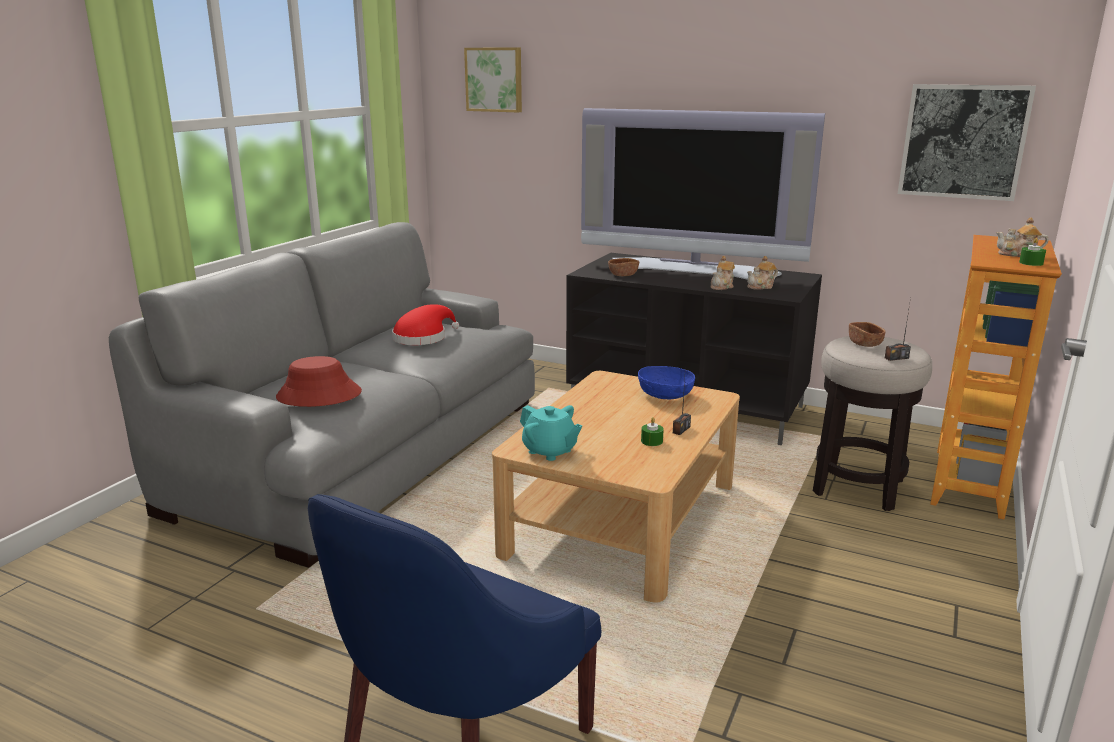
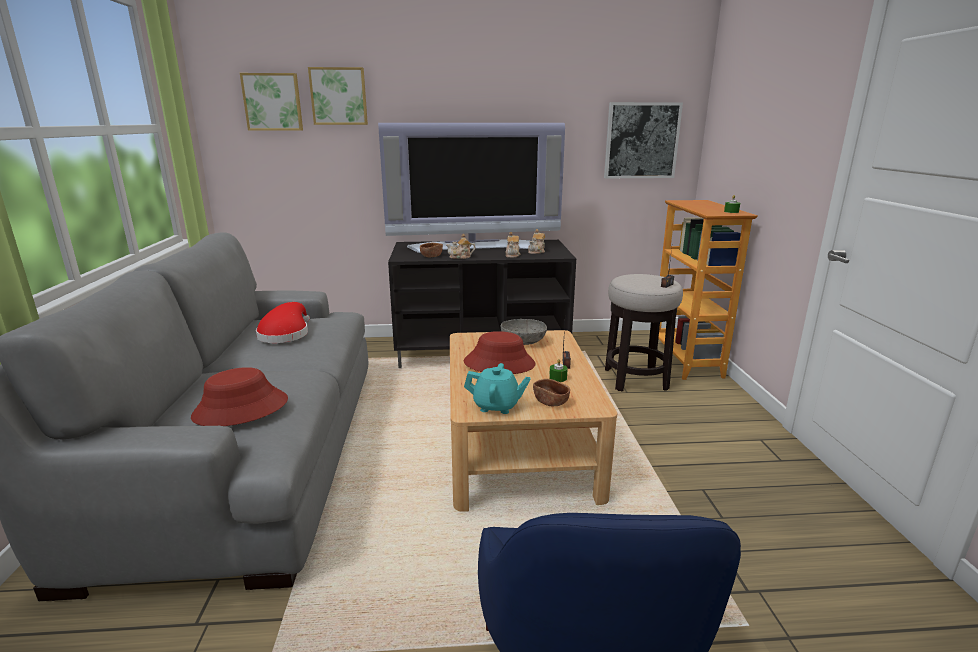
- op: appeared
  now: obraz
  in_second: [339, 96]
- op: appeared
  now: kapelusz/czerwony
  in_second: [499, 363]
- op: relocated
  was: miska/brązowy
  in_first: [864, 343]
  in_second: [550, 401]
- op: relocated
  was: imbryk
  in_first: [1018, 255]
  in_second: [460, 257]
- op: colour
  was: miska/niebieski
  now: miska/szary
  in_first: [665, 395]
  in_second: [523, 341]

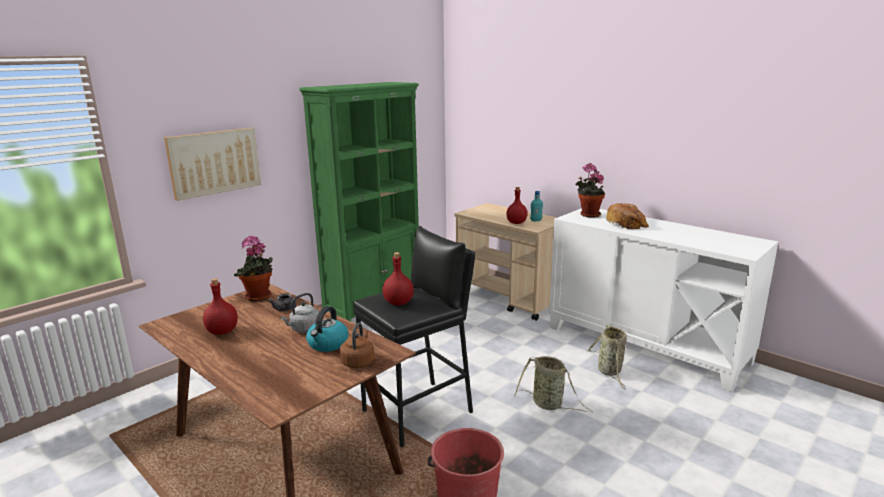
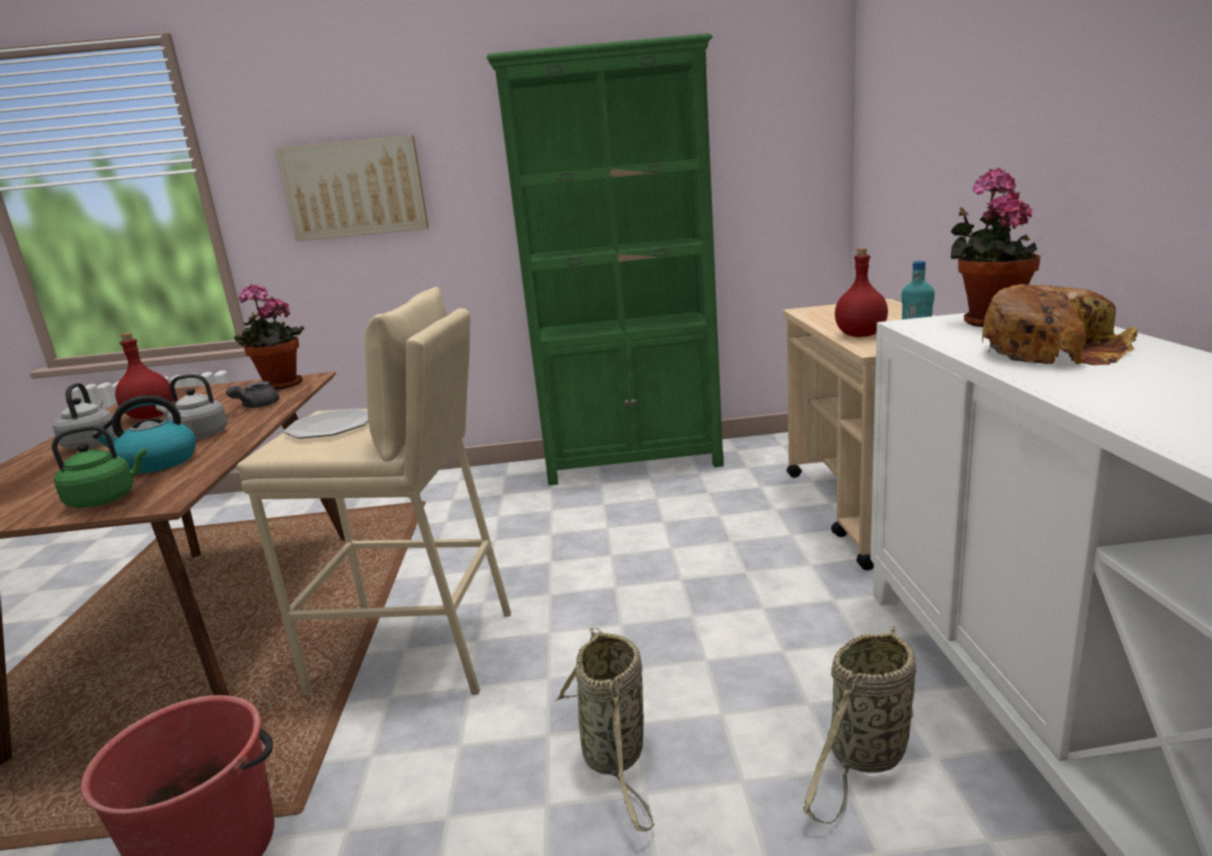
- op: appeared
  now: czajnik/szary
  in_second: [92, 443]
- op: exchanged
  was: butelka/czerwony
  now: talerz
  in_first: [398, 303]
  in_second: [330, 426]
- op: colour
  was: czajnik/brązowy
  now: czajnik/zielony
  in_first: [358, 361]
  in_second: [106, 499]
- op: colour
  was: stołek/czarny
  now: stołek/beżowy
  in_first: [418, 412]
  in_second: [415, 651]

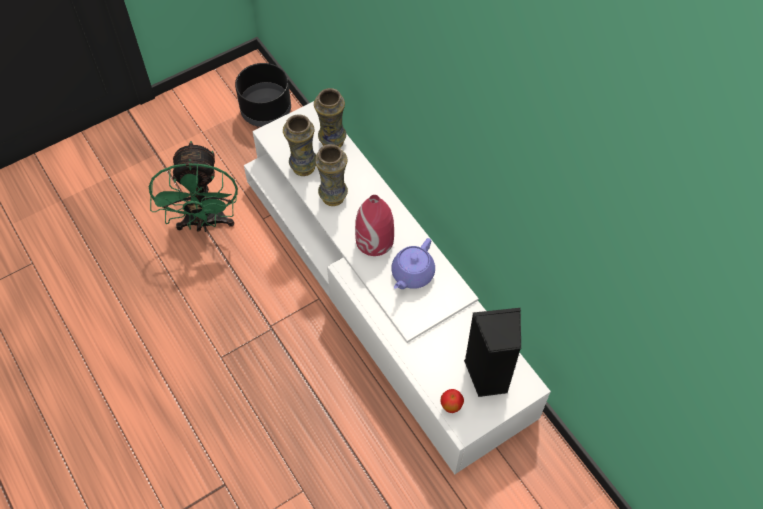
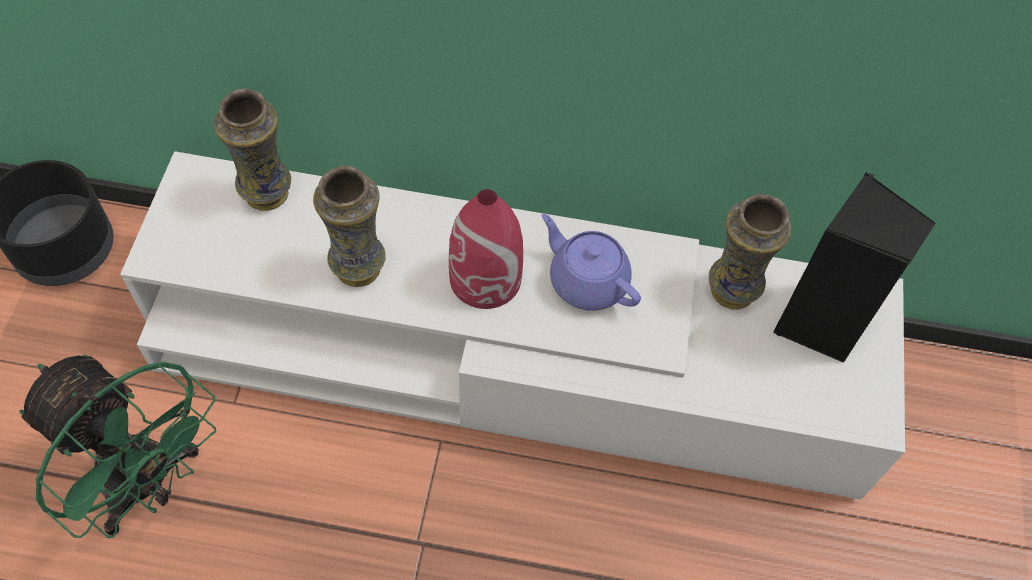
- op: missing
  was: jabłko
  in_first: [451, 406]
- op: relocated
  was: wazon
  in_first: [303, 167]
  in_second: [731, 291]
- op: spun
  was: imbryk/fioletowy
  in_first: [412, 274]
  in_second: [586, 281]
  clockwise: 150

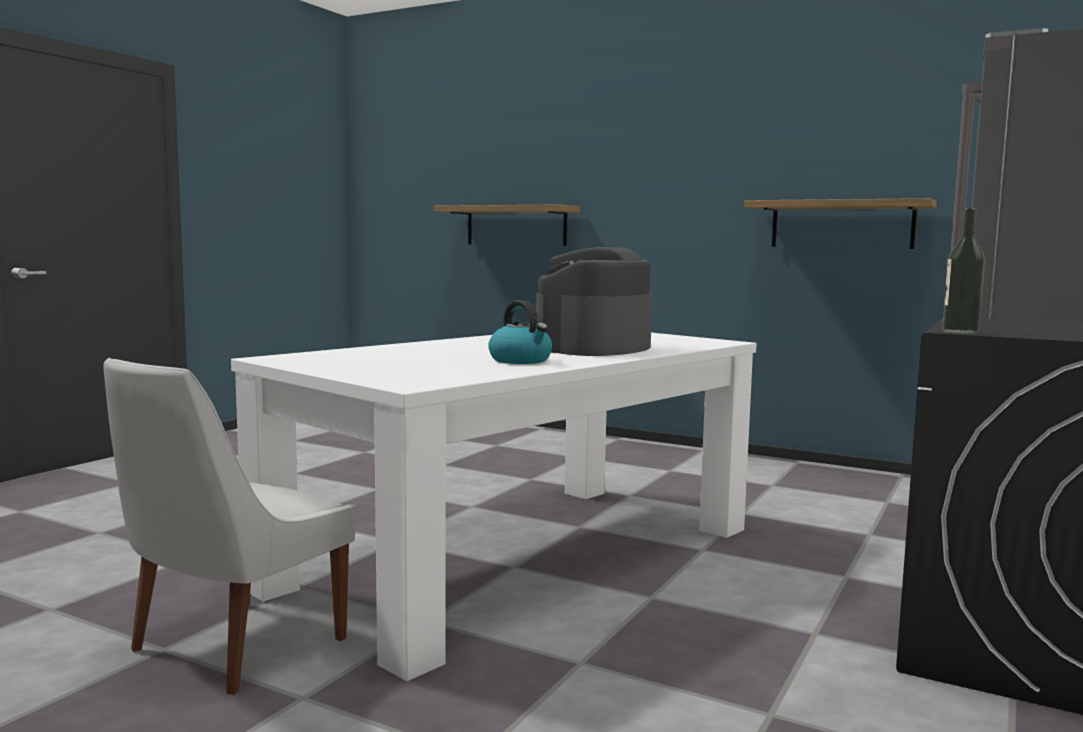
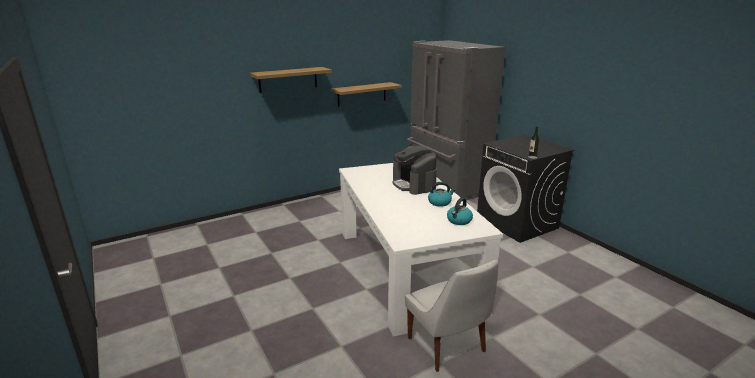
- op: appeared
  now: czajnik
  in_second: [459, 221]
- op: relocated
  was: półka
  in_first: [516, 226]
  in_second: [288, 79]

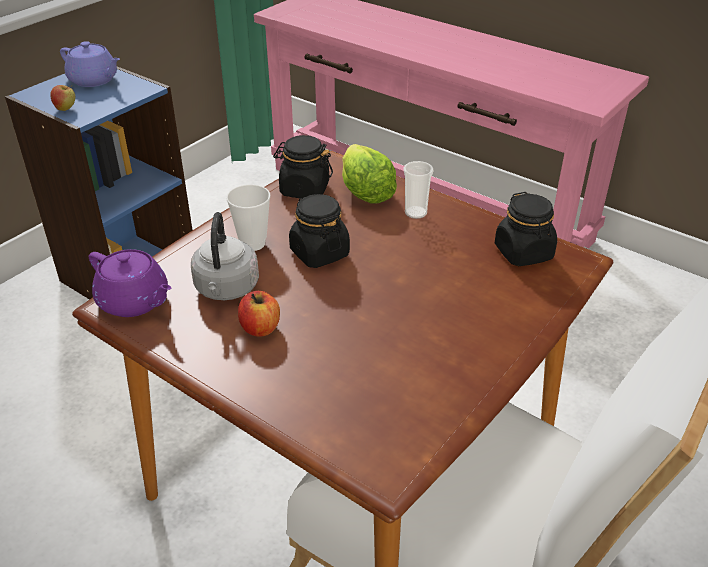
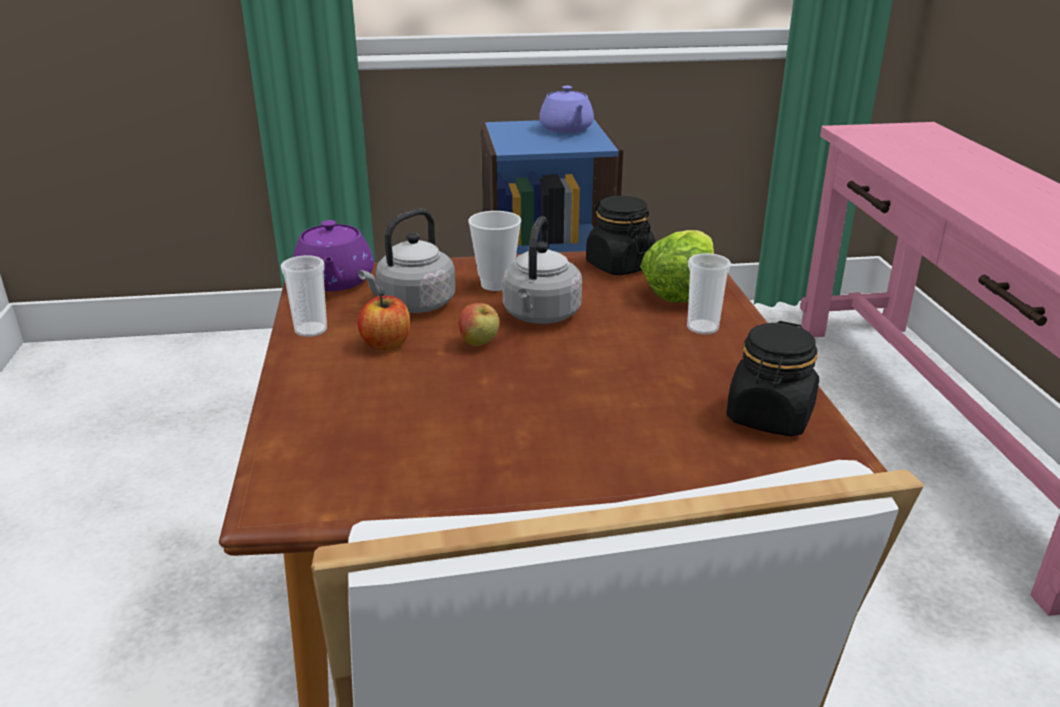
- op: appeared
  now: filiżanka
  in_second: [311, 330]
- op: relocated
  was: jabłko
  in_first: [66, 109]
  in_second: [479, 344]
- op: exchanged
  was: słoik/czarny
  now: czajnik/szary
  in_first: [319, 253]
  in_second: [540, 316]

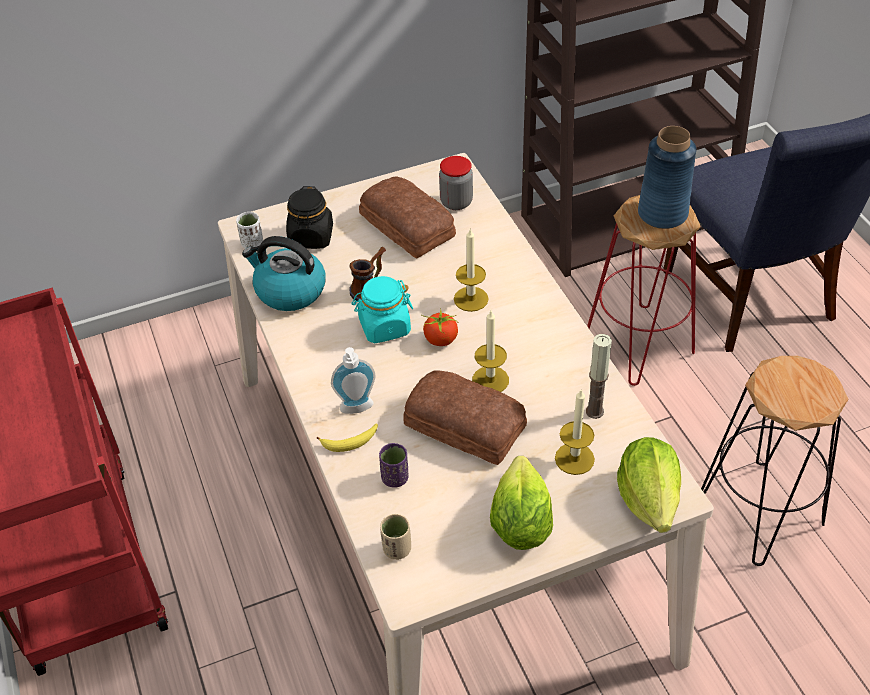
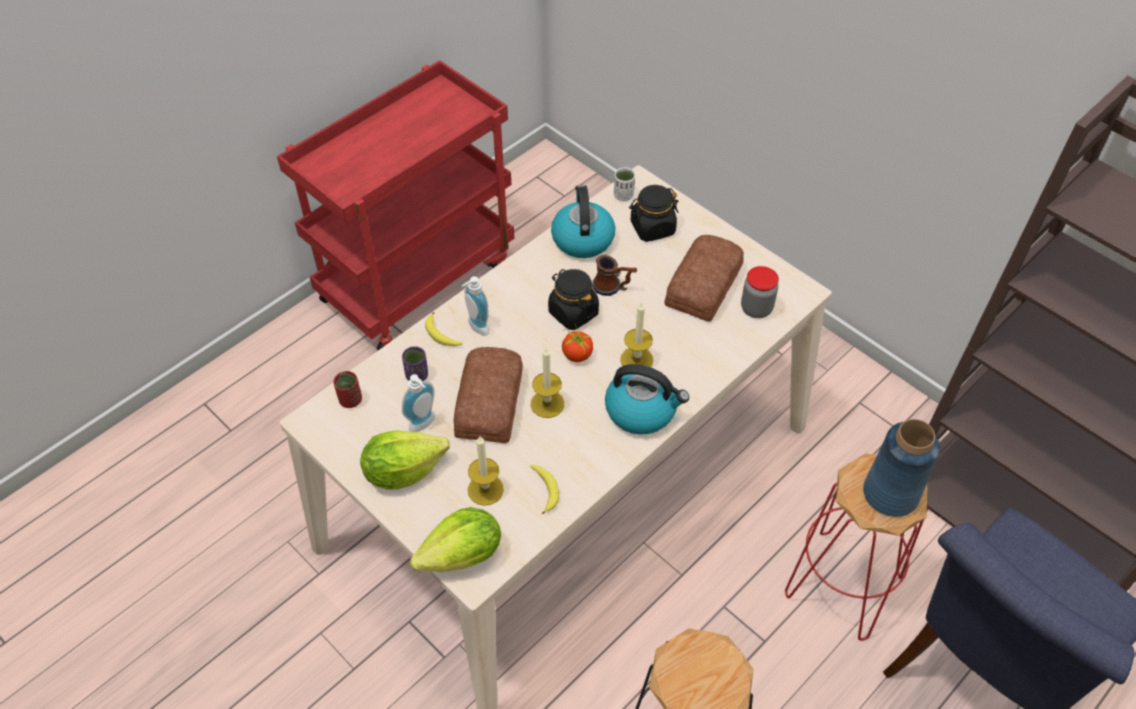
- op: appeared
  now: dozownik mydła
  in_second: [424, 425]
- op: appeared
  now: czajnik
  in_second: [642, 410]
- op: exchanged
  was: świeca
  now: banan
  in_first: [594, 411]
  in_second: [545, 490]
- op: colour
  was: słoik/turkusowy
  now: słoik/czarny
  in_first: [384, 327]
  in_second: [573, 313]
- op: colour
  was: filiżanka/beżowy
  now: filiżanka/czerwony
  in_first: [397, 549]
  in_second: [350, 400]

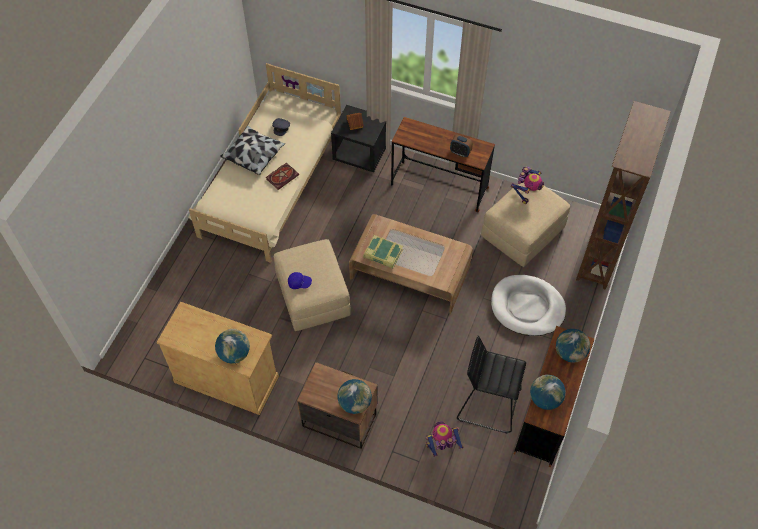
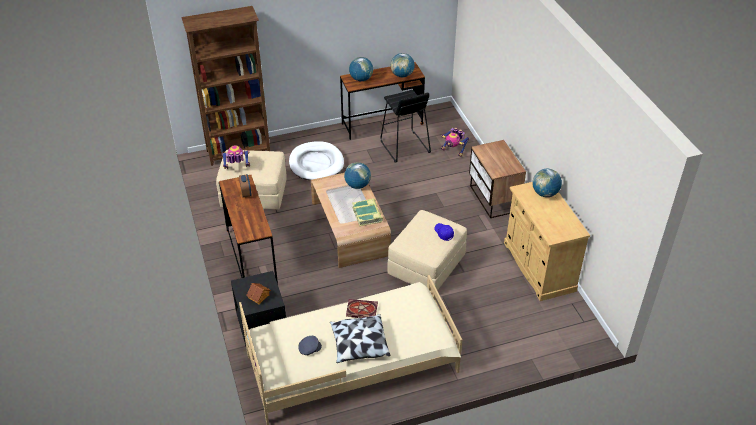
- op: relocated
  was: globus
  in_first: [354, 403]
  in_second: [357, 185]

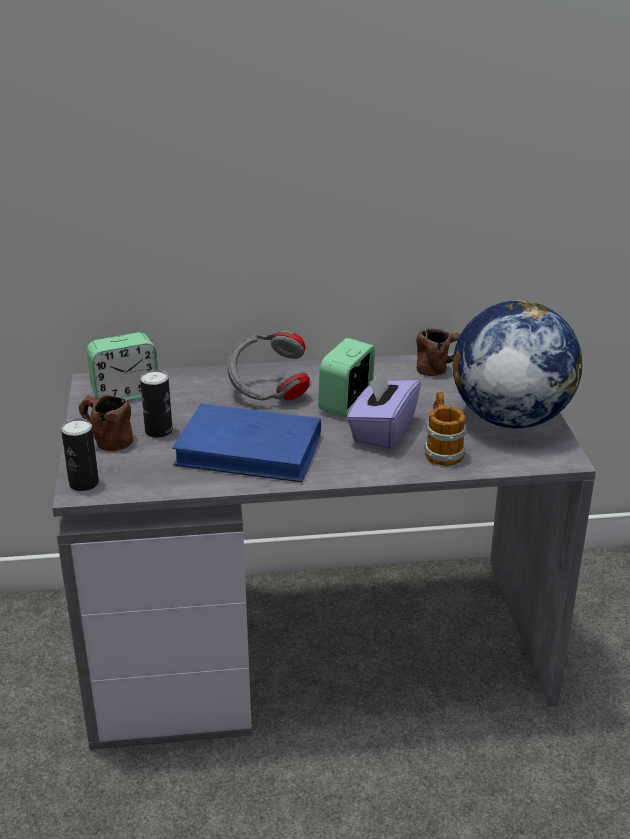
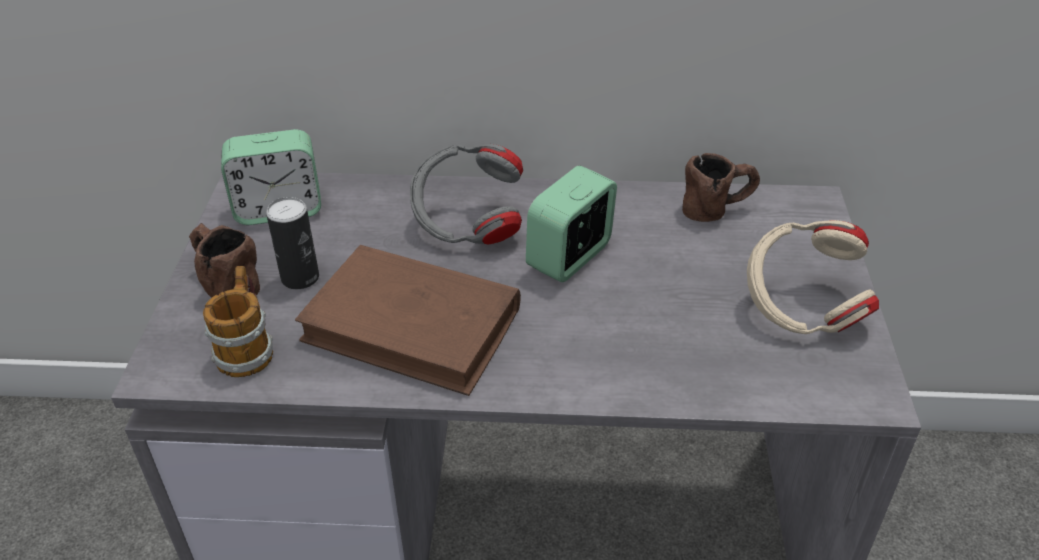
- op: missing
  was: puszka
  in_first: [84, 483]
- op: missing
  was: pudełko chusteczek/fioletowy
  in_first: [382, 431]
- op: relocated
  was: kubek
  in_first: [442, 450]
  in_second: [247, 347]
- op: exchanged
  was: globus
  now: słuchawki/beżowy
  in_first: [509, 418]
  in_second: [801, 310]
- op: colour
  was: książka/niebieski
  now: książka/brązowy
  in_first: [250, 450]
  in_second: [413, 325]

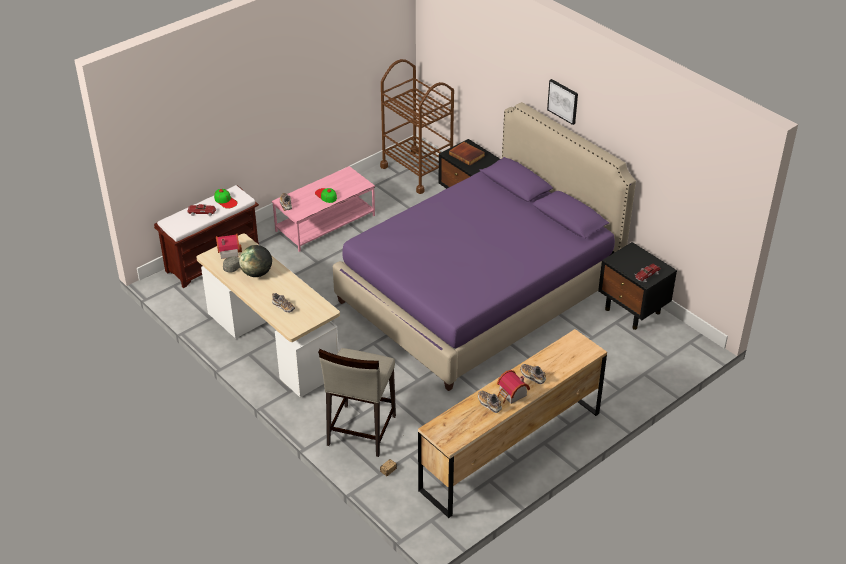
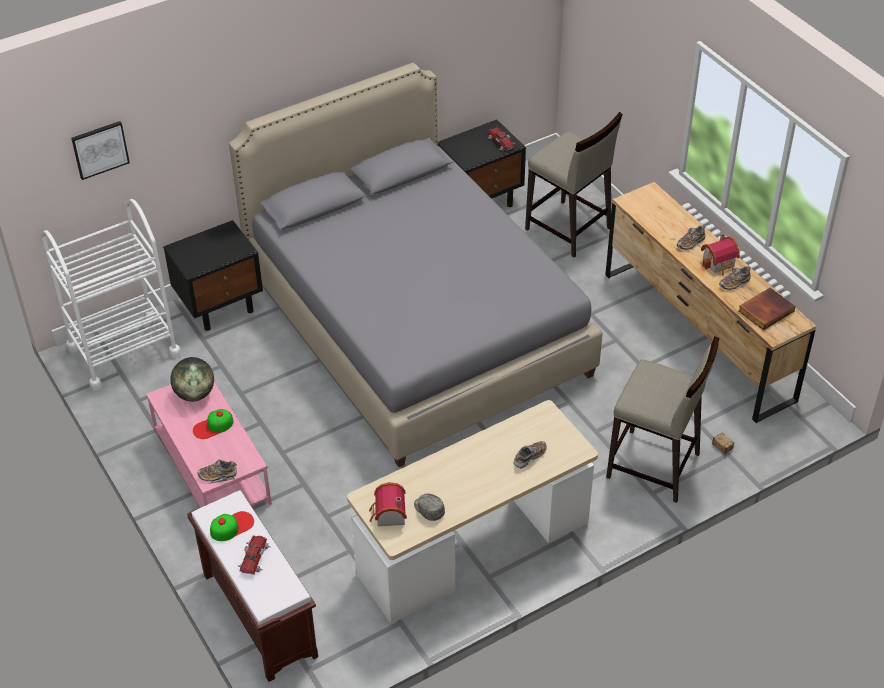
- op: appeared
  now: stołek/beżowy
  in_second: [568, 229]
- op: relocated
  was: globus
  in_first: [257, 273]
  in_second: [194, 394]
- op: relocated
  was: książka
  in_first: [467, 155]
  in_second: [765, 310]
- op: relocated
  was: obraz
  in_first: [563, 101]
  in_second: [100, 149]
- op: colour
  was: łóżko/fioletowy
  now: łóżko/szary
  in_first: [479, 293]
  in_second: [415, 324]
- op: colour
  was: wózek/brązowy
  now: wózek/biały
  in_first: [417, 171]
  in_second: [124, 351]

